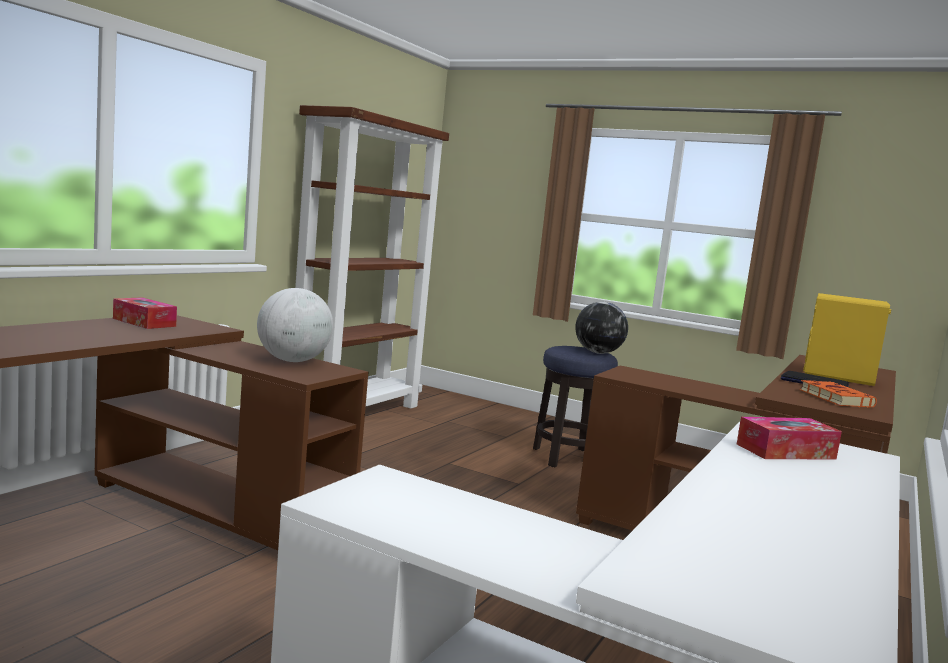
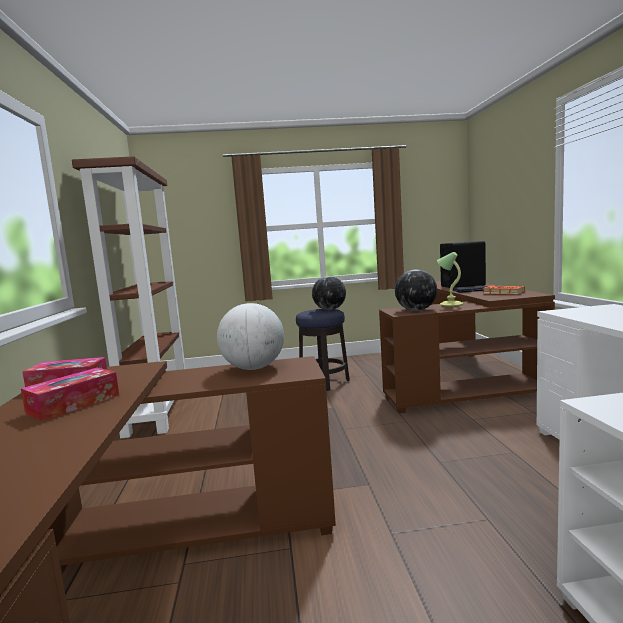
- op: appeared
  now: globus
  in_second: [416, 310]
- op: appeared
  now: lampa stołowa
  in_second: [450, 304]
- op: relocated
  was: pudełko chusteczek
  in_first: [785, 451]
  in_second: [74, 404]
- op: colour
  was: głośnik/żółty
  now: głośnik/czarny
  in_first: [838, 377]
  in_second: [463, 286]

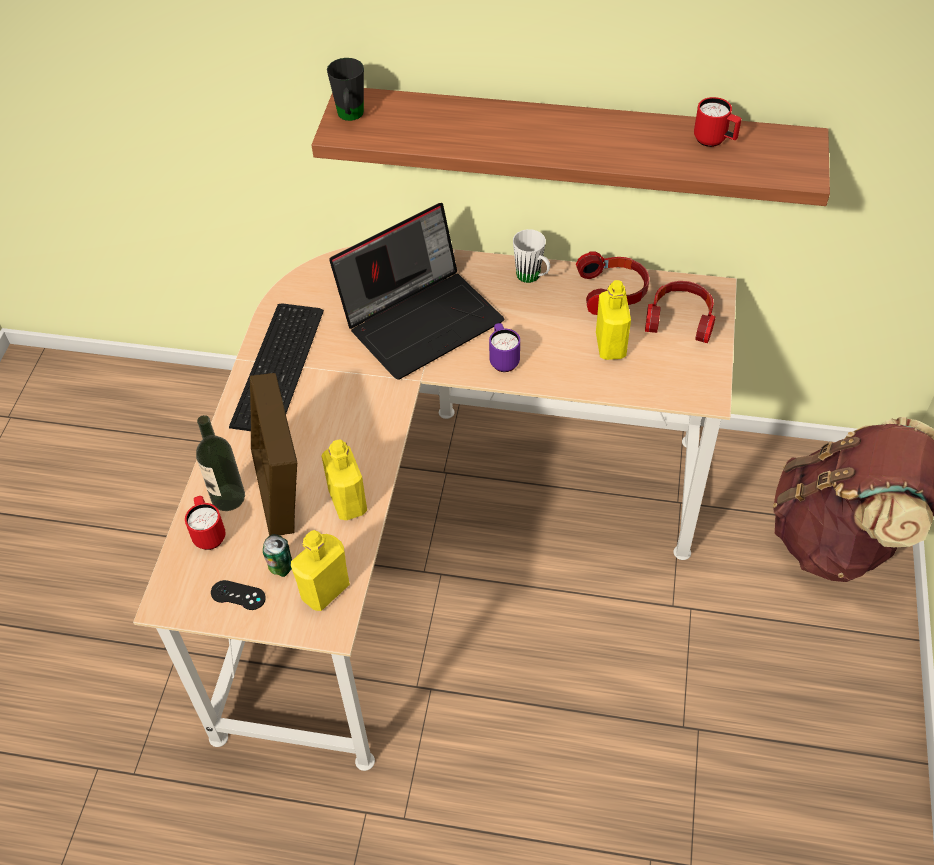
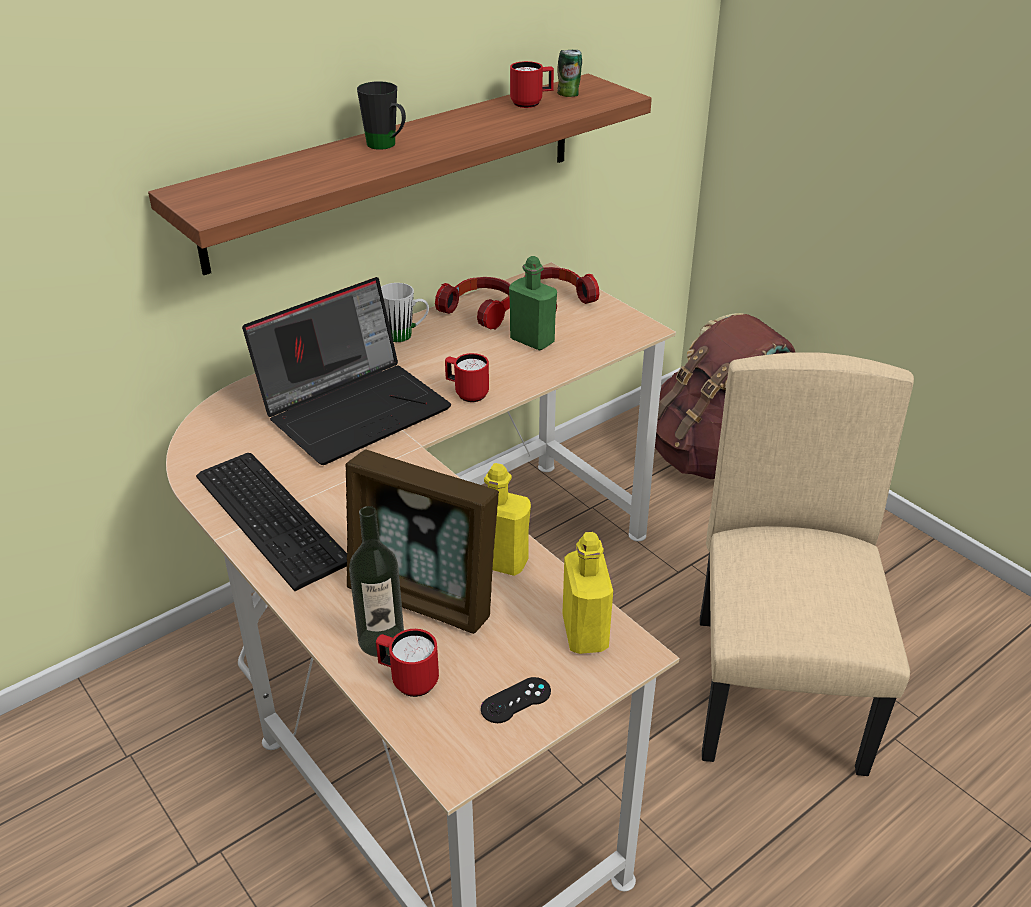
- op: appeared
  now: krzesło/beżowy
  in_second: [778, 692]
- op: relocated
  was: puszka
  in_first: [281, 568]
  in_second: [569, 94]
- op: relocated
  was: kubek/czarny
  in_first: [350, 117]
  in_second: [387, 146]
- op: colour
  was: kubek/fioletowy
  now: kubek/czerwony
  in_first: [503, 359]
  in_second: [467, 393]
- op: colour
  was: butelka/żółty
  now: butelka/zielony
  in_first: [610, 346]
  in_second: [532, 340]
- op: spun
  was: laptop
  in_first: [422, 319]
  in_second: [355, 408]
  clockwise: 45

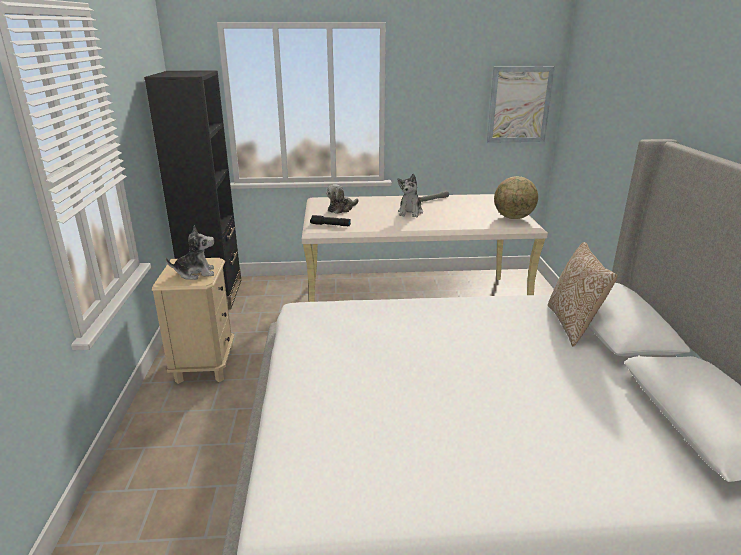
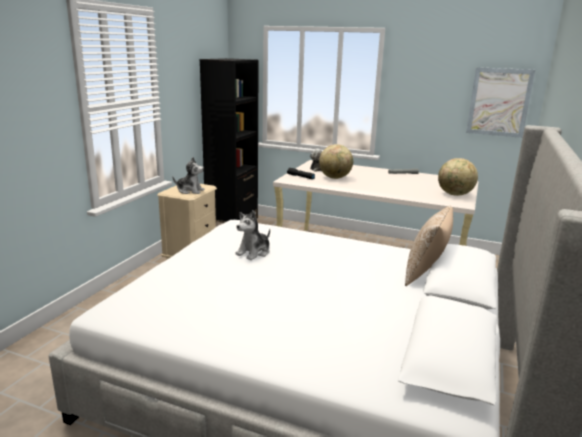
- op: appeared
  now: globus
  in_second: [335, 178]
- op: relocated
  was: pluszak
  in_first: [410, 212]
  in_second: [254, 252]

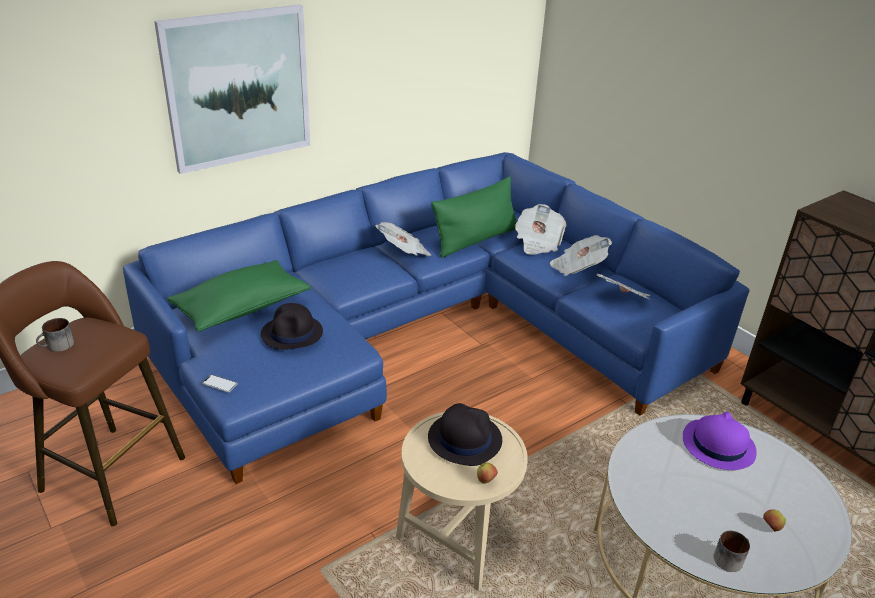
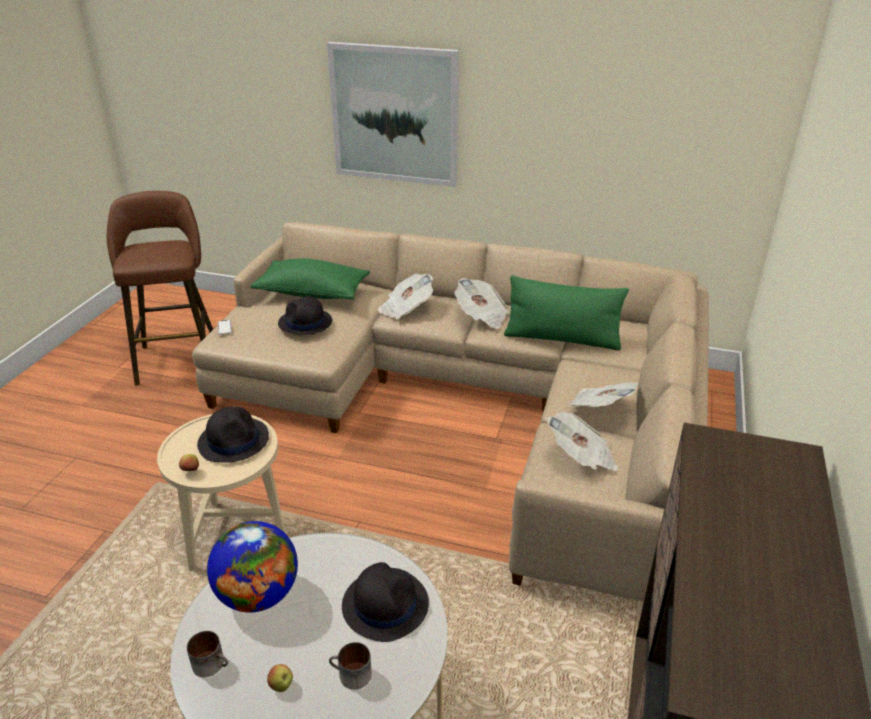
- op: appeared
  now: globus
  in_second: [258, 595]
- op: relocated
  was: kubek
  in_first: [57, 346]
  in_second: [350, 676]
- op: relocated
  was: gazeta
  in_first: [537, 243]
  in_second: [405, 309]
- op: colour
  was: kanapa/niebieski
  now: kanapa/beżowy
  in_first: [428, 332]
  in_second: [474, 403]
- op: colour
  was: kapelusz/fioletowy
  now: kapelusz/czarny
  in_first: [717, 445]
  in_second: [385, 604]

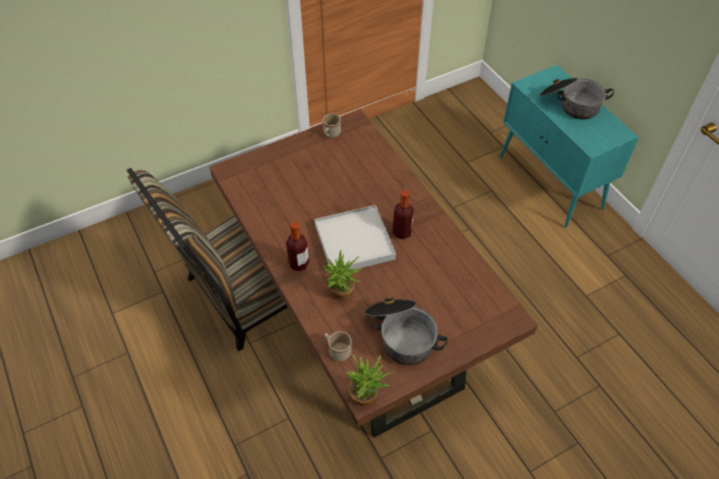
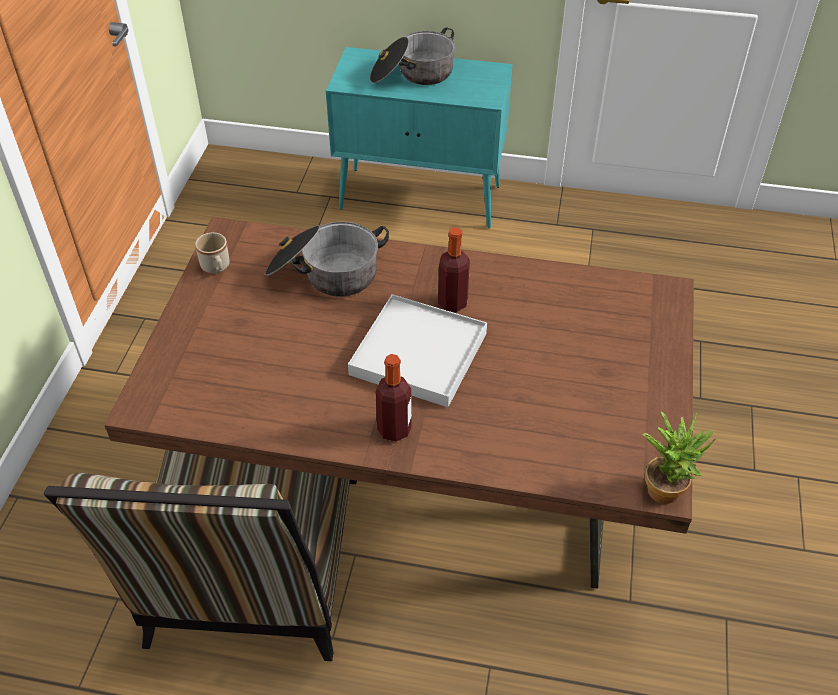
- op: missing
  was: roślina doniczkowa
  in_first: [341, 295]
- op: missing
  was: kubek/beżowy
  in_first: [337, 350]
- op: relocated
  was: garnek
  in_first: [401, 334]
  in_second: [325, 273]

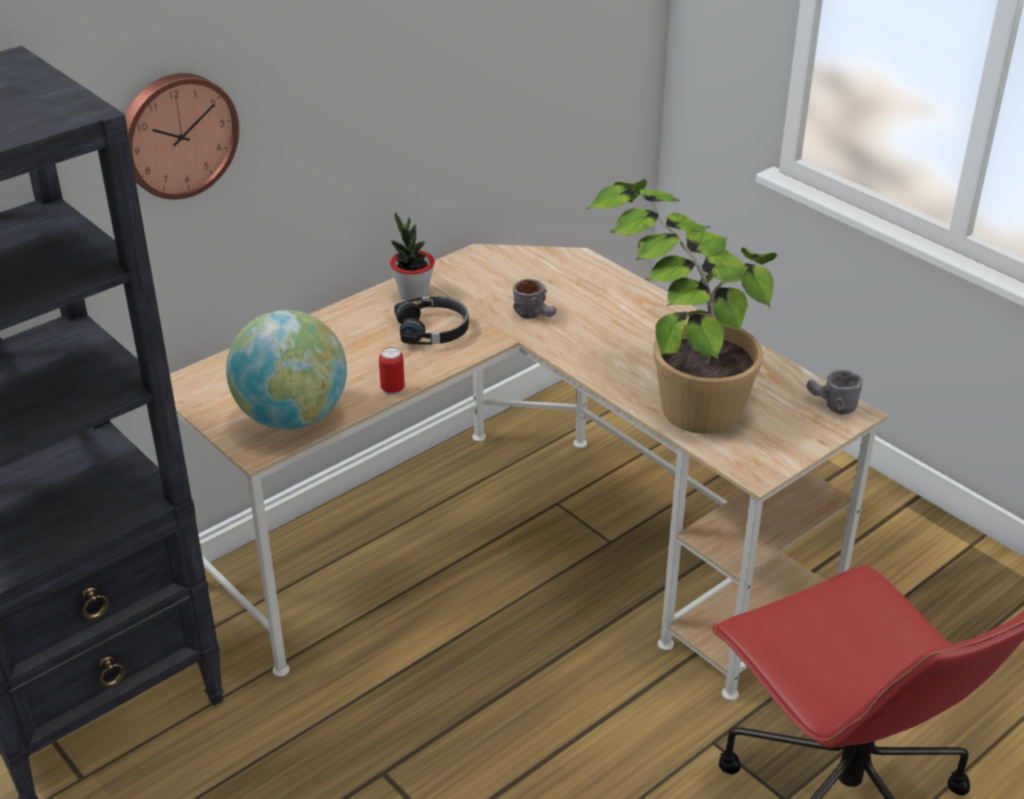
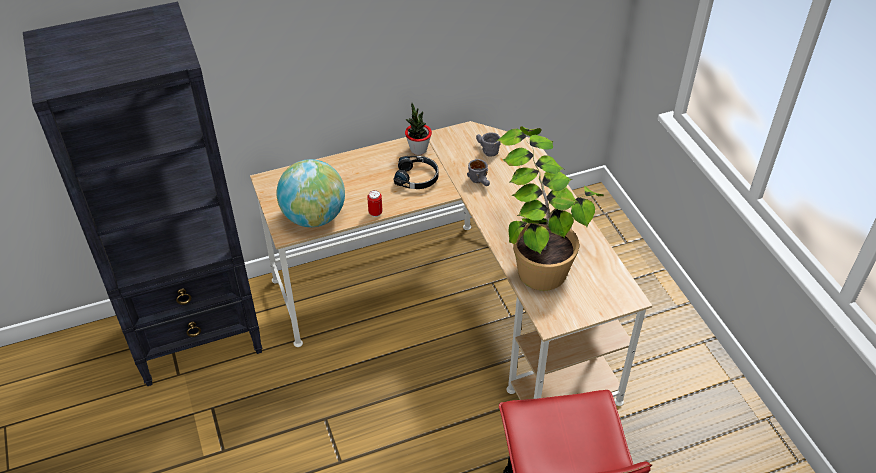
- op: missing
  was: zegar ścienny
  in_first: [176, 134]
- op: relocated
  was: kubek/szary
  in_first: [830, 405]
  in_second: [485, 150]

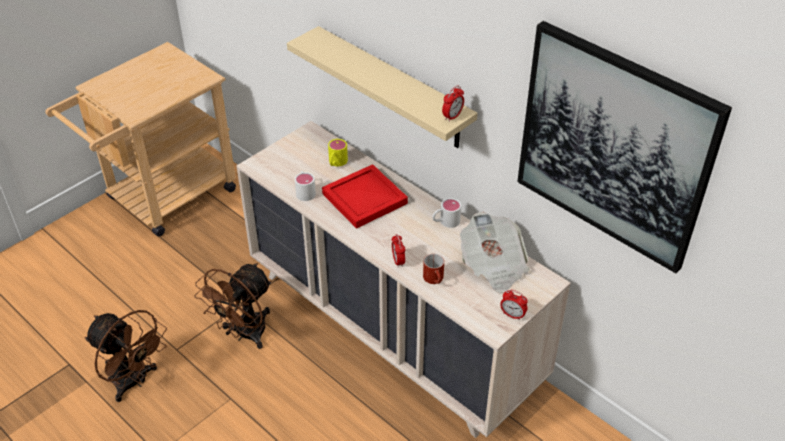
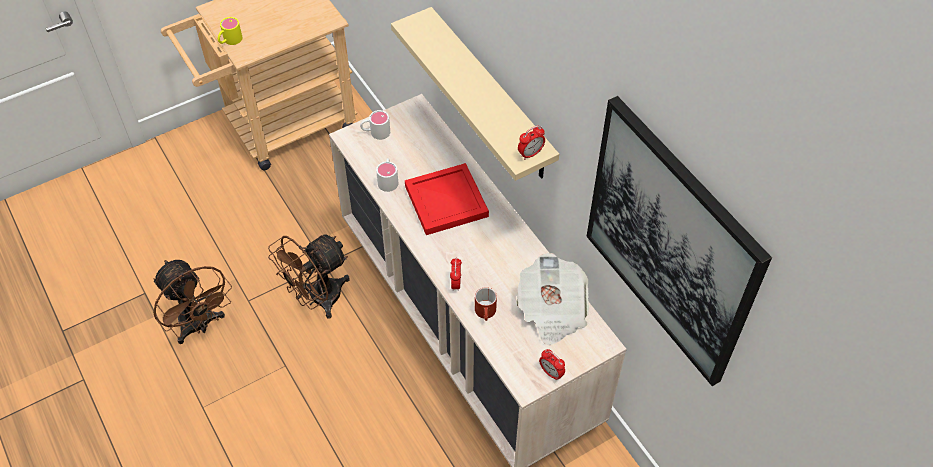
- op: relocated
  was: kubek/żółty
  in_first: [336, 163]
  in_second: [229, 41]
- op: relocated
  was: kubek/biały
  in_first: [445, 222]
  in_second: [375, 132]

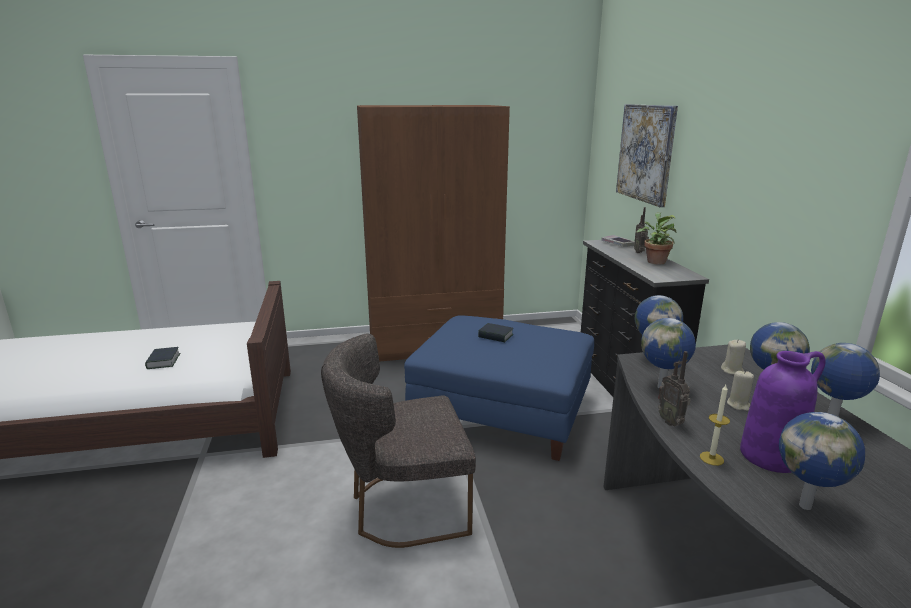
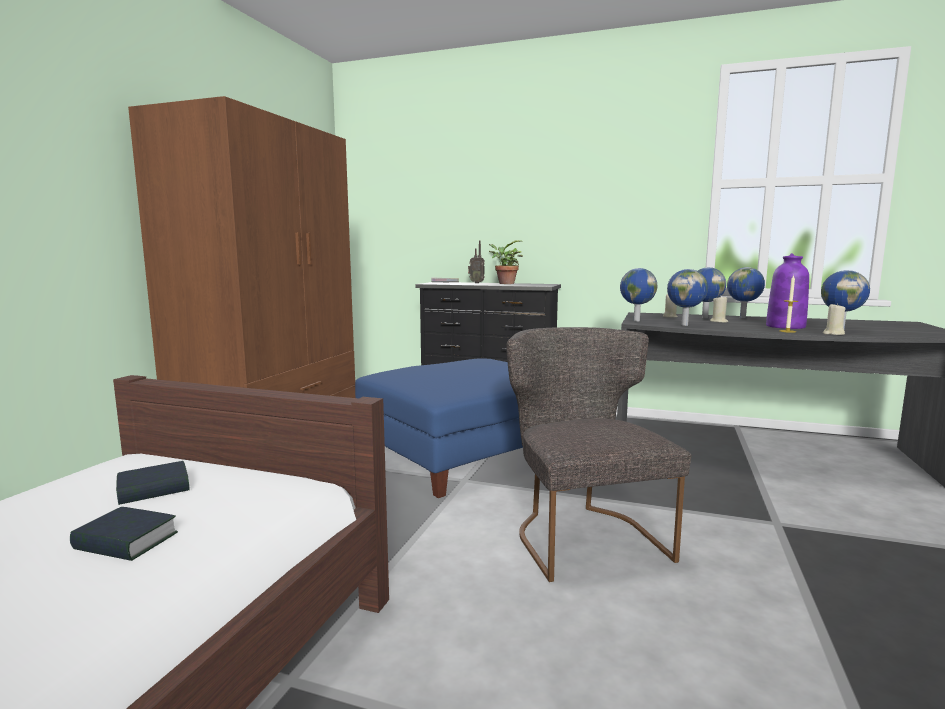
- op: missing
  was: obraz
  in_first: [646, 153]
- op: missing
  was: radio
  in_first: [671, 422]
- op: appeared
  now: świeca/beżowy
  in_second: [833, 334]
- op: relocated
  was: książka
  in_first: [495, 336]
  in_second: [154, 489]
- op: spun
  was: krzesło/szary
  in_first: [402, 507]
  in_second: [582, 535]
  clockwise: 150

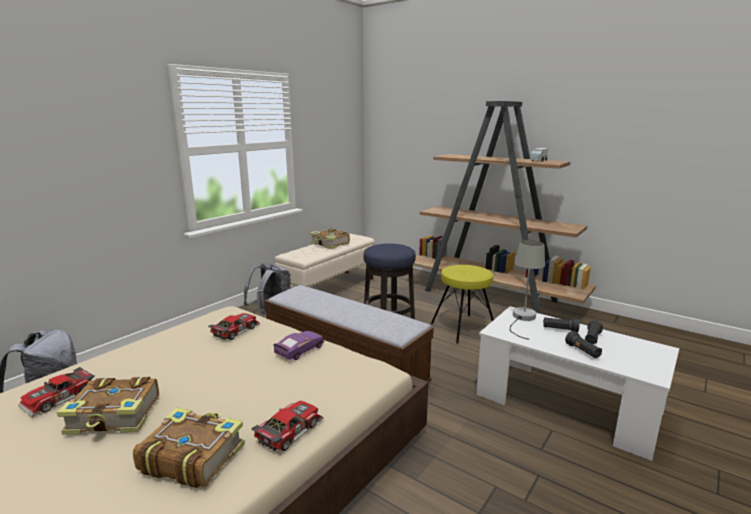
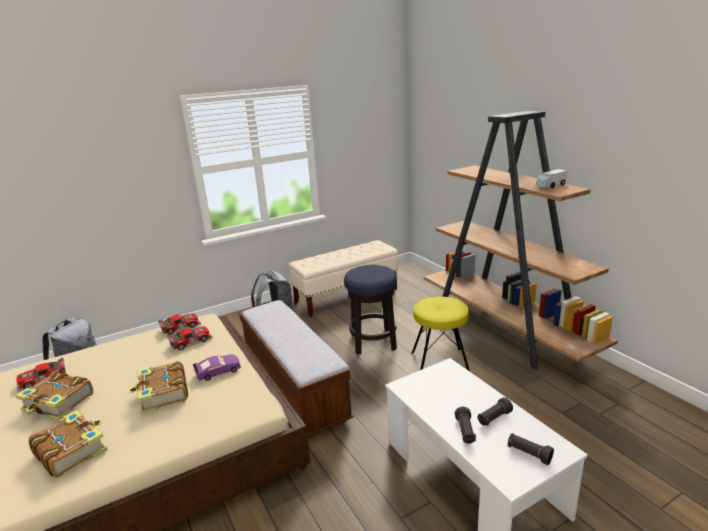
- op: missing
  was: lampa stołowa/szary
  in_first: [522, 318]
- op: relocated
  was: samochodzik
  in_first: [288, 430]
  in_second: [180, 327]
- op: relocated
  was: książka
  in_first: [330, 244]
  in_second: [163, 394]
- op: relocated
  was: latarka/czarny
  in_first: [559, 330]
  in_second: [528, 454]

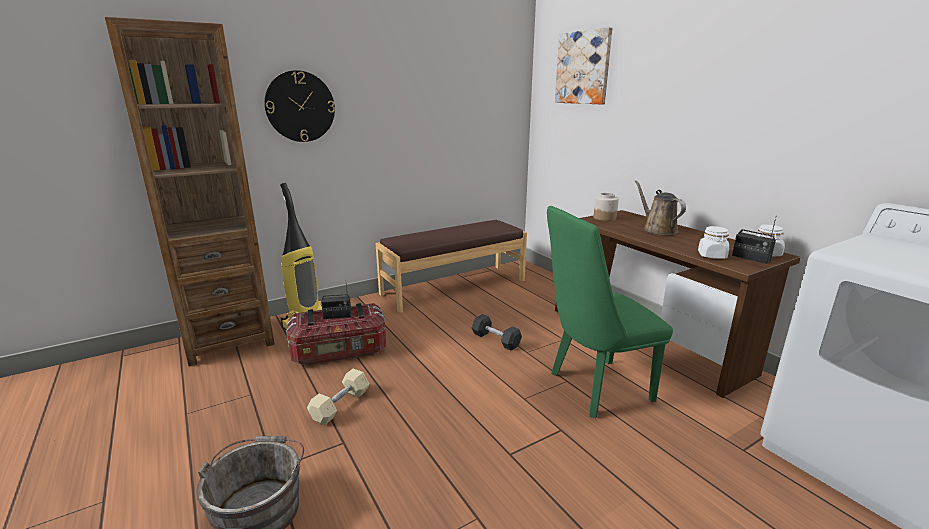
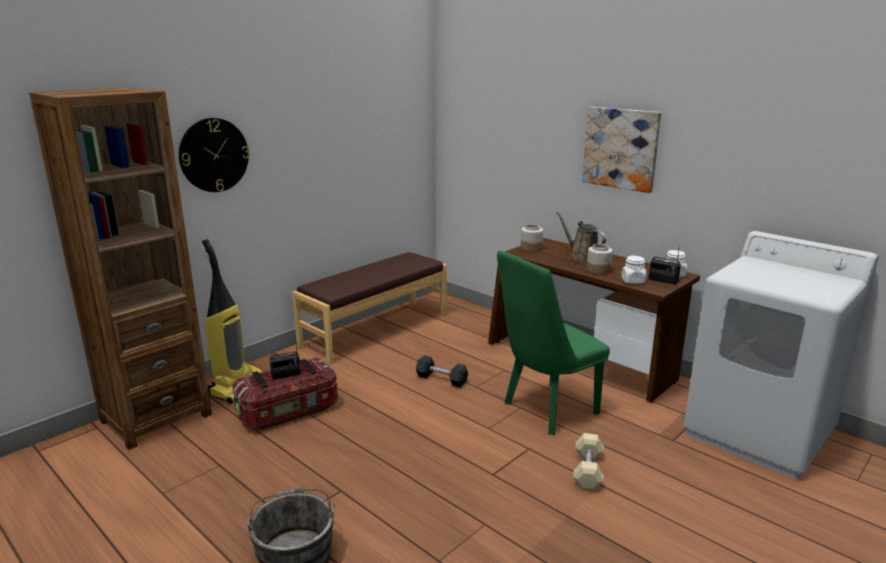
- op: appeared
  now: słoik
  in_second: [598, 270]
- op: relocated
  was: hantel/beżowy
  in_first: [340, 405]
  in_second: [588, 471]
- op: relocated
  was: obraz
  in_first: [583, 68]
  in_second: [621, 148]

